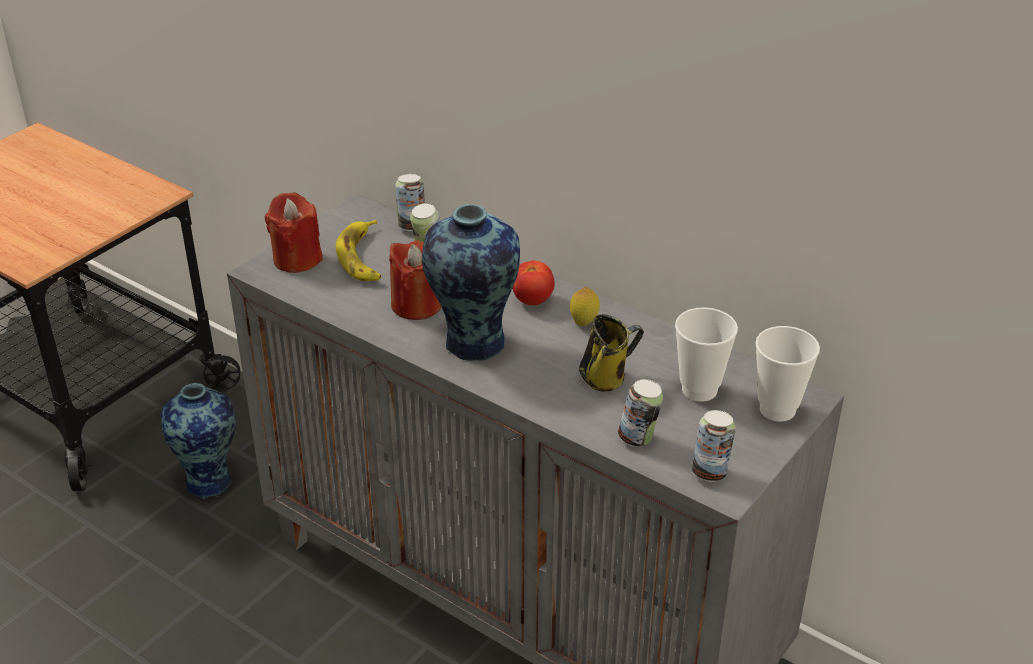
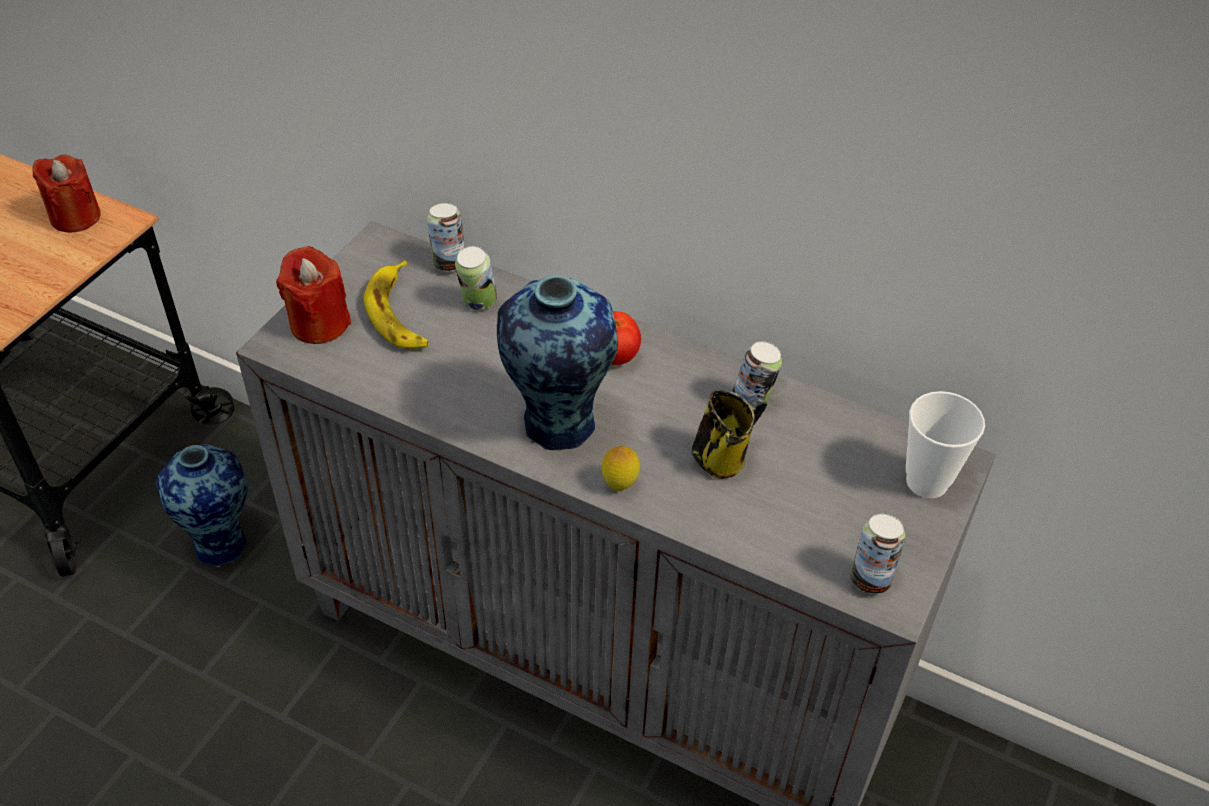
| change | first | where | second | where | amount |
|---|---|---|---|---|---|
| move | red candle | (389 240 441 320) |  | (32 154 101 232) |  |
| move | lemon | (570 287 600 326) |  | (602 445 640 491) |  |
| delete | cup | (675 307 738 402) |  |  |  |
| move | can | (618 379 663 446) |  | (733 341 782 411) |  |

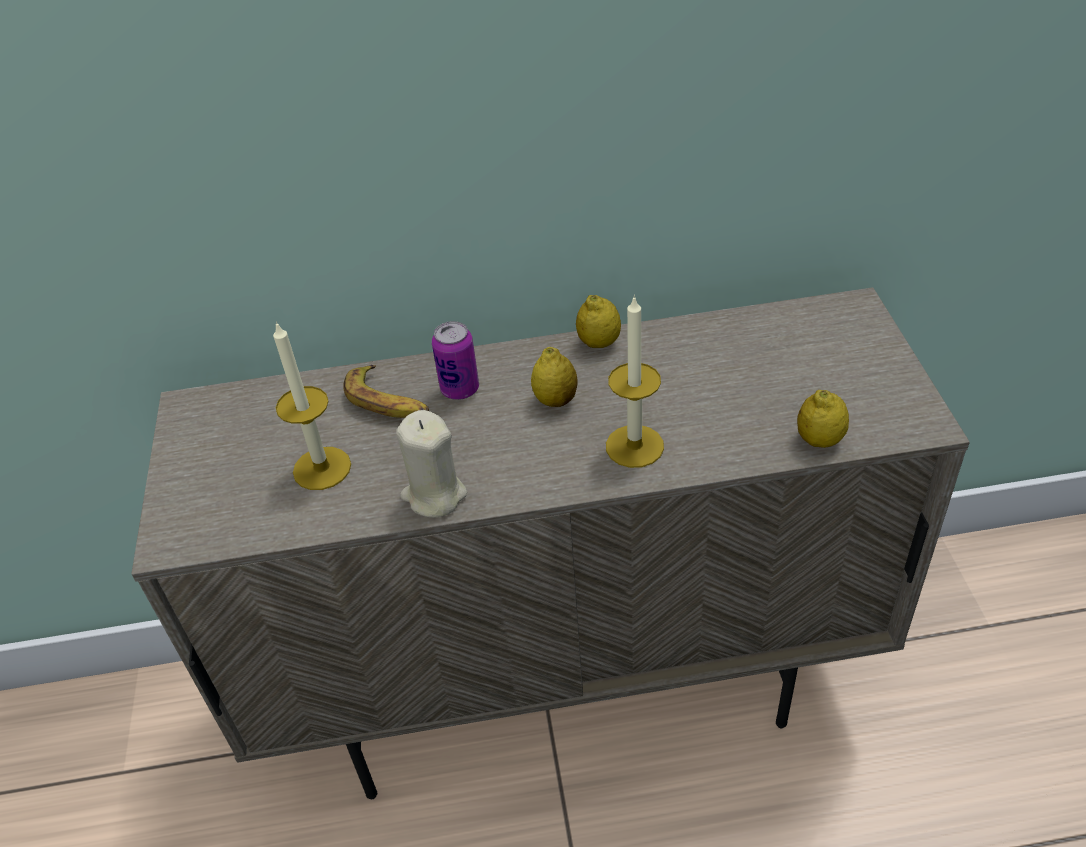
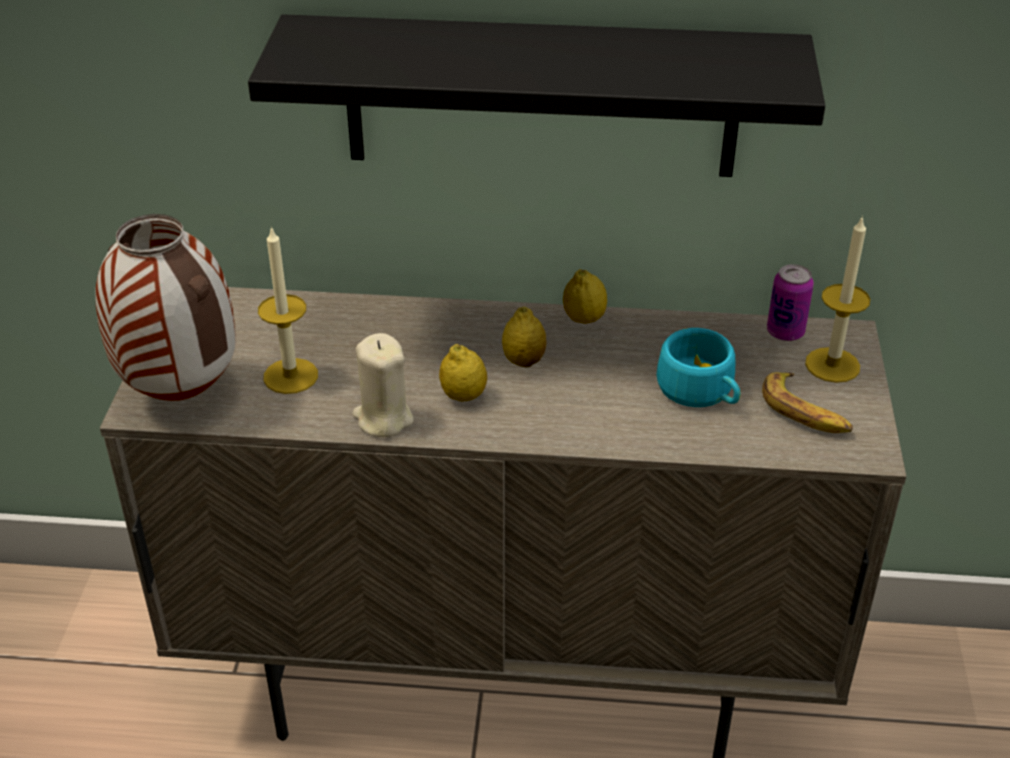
| change | first | where | second | where | amount |
|---|---|---|---|---|---|
| move | candle | (606 295 664 468) |  | (805 215 870 383) |  |
| move | can | (432 321 479 400) |  | (767 264 814 341) |  |
| move | banana | (343 365 429 418) |  | (762 372 853 433) |  |
| move | lemon | (797 390 849 448) |  | (439 344 487 402) |  |
| insert |  |  | black shelf | (248 14 825 177) |  |
| insert |  |  | vase | (95 214 236 401) |  |
| insert |  |  | turquoise cup | (656 328 741 407) |  |

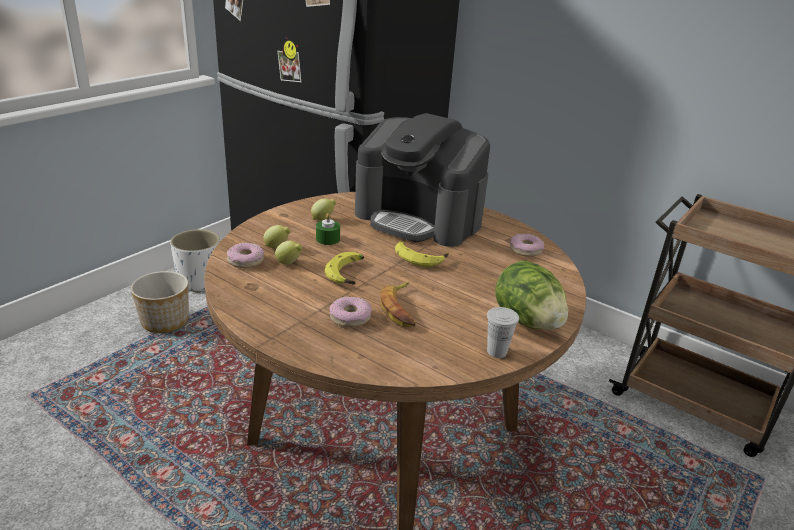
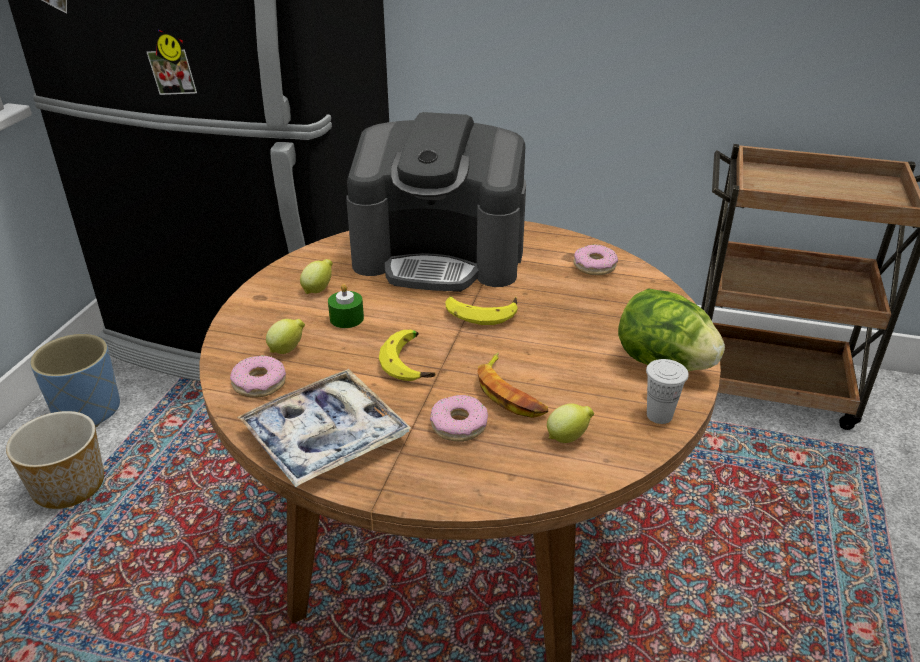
| change | first | where | second | where | amount |
|---|---|---|---|---|---|
| recolor | white planter | (170 229 220 293) | blue planter | (30 334 120 428) |  |
| move | lemon | (275 241 302 265) |  | (547 404 594 443) |  |
| insert |  |  | tray | (238 369 411 487) |  |

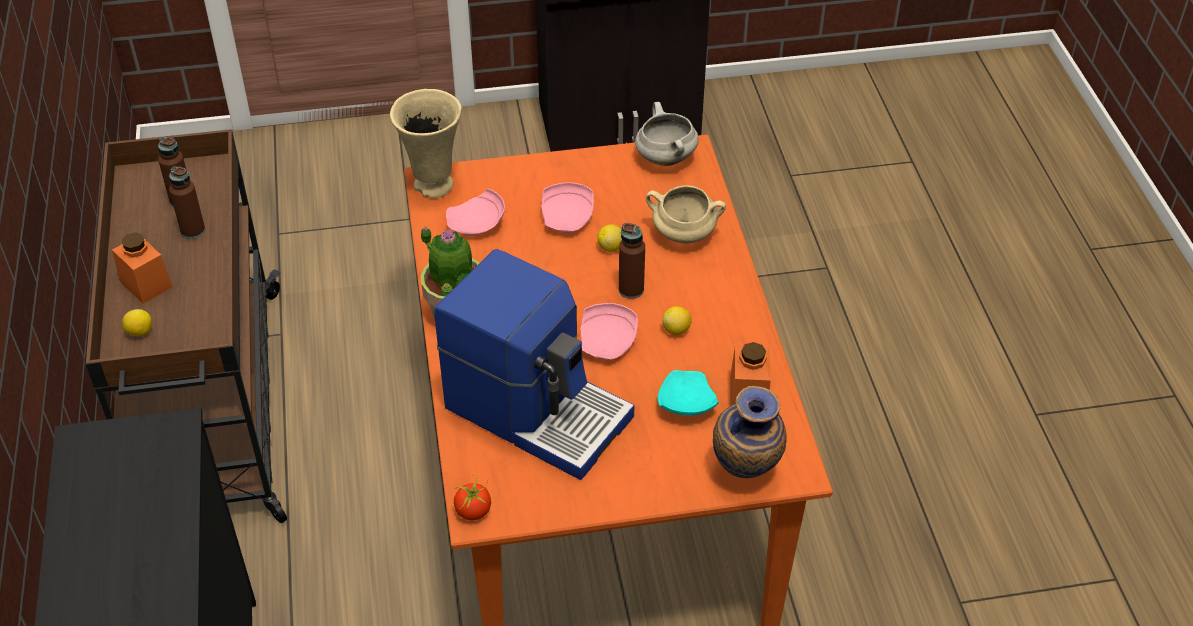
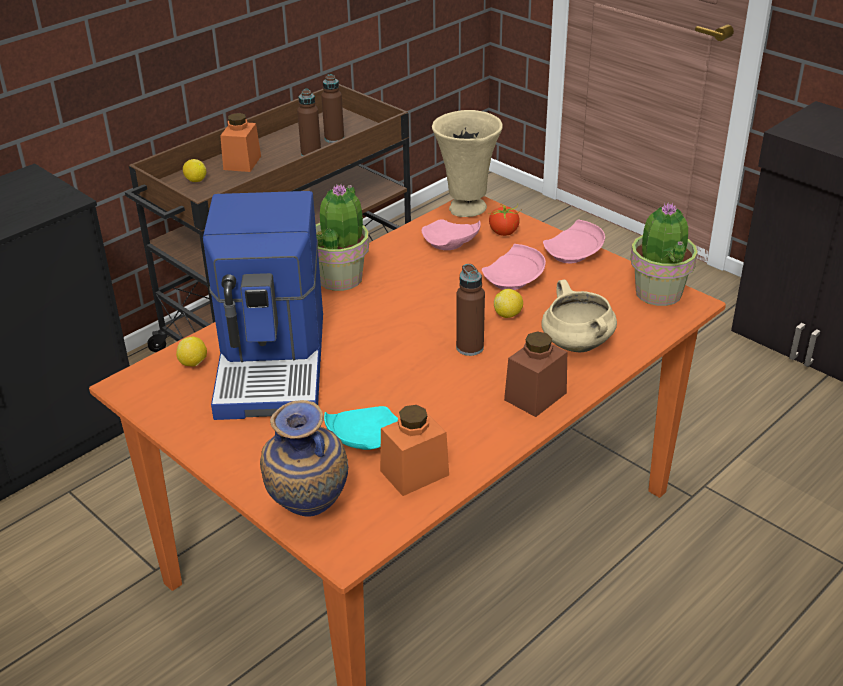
| change | first | where | second | where | amount |
|---|---|---|---|---|---|
| replace | white cooking pot | (635 102 699 166) | potted plant | (630 202 698 306) |  |
| move | pink plate | (580 303 638 359) |  | (543 219 605 264) |  |
| move | lemon | (662 306 691 335) |  | (176 337 207 367) |  |
| move | tomato | (454 475 491 520) |  | (489 203 522 236) |  |
| insert |  |  | brown jar | (504 331 567 417) |  |

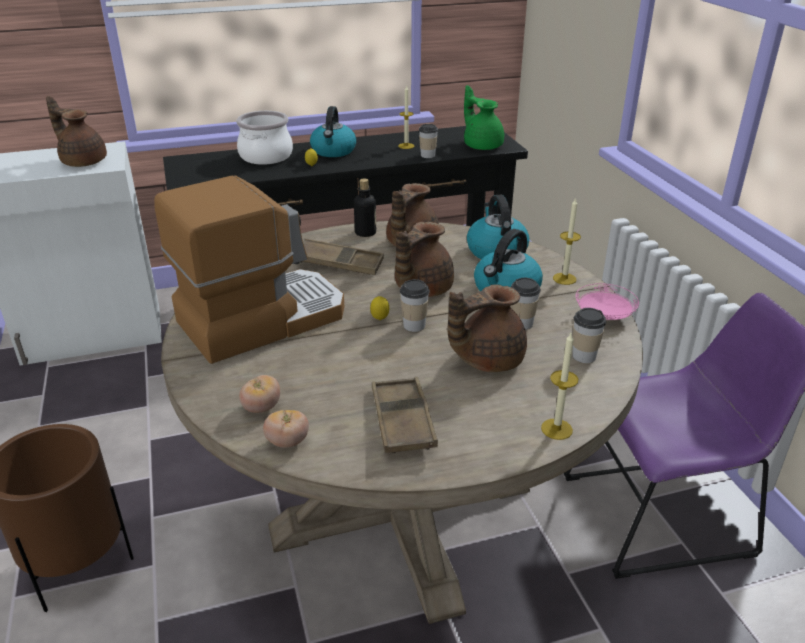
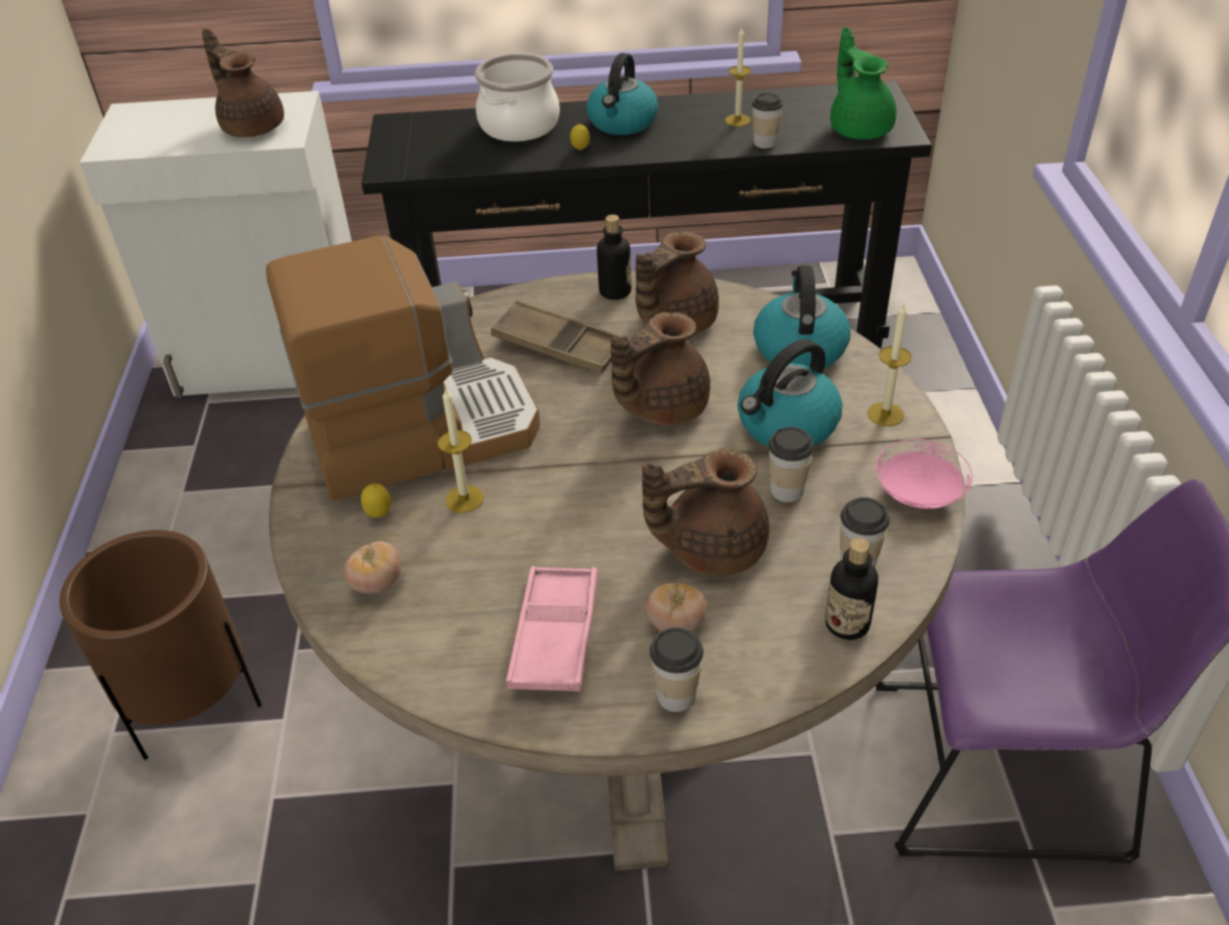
| change | first | where | second | where | amount |
|---|---|---|---|---|---|
| move | cup | (400 279 430 332) |  | (650 627 703 712) |  |
| move | lemon | (370 296 389 320) |  | (361 483 391 518) |  |
| move | candle | (541 333 578 440) |  | (438 388 484 513) |  |
| recolor | brown tray | (372 377 438 454) | pink tray | (506 566 598 691) |  |
| move | tomato | (263 409 309 448) |  | (645 583 707 632) |  |
| insert |  |  | bottle | (825 538 878 640) |  |

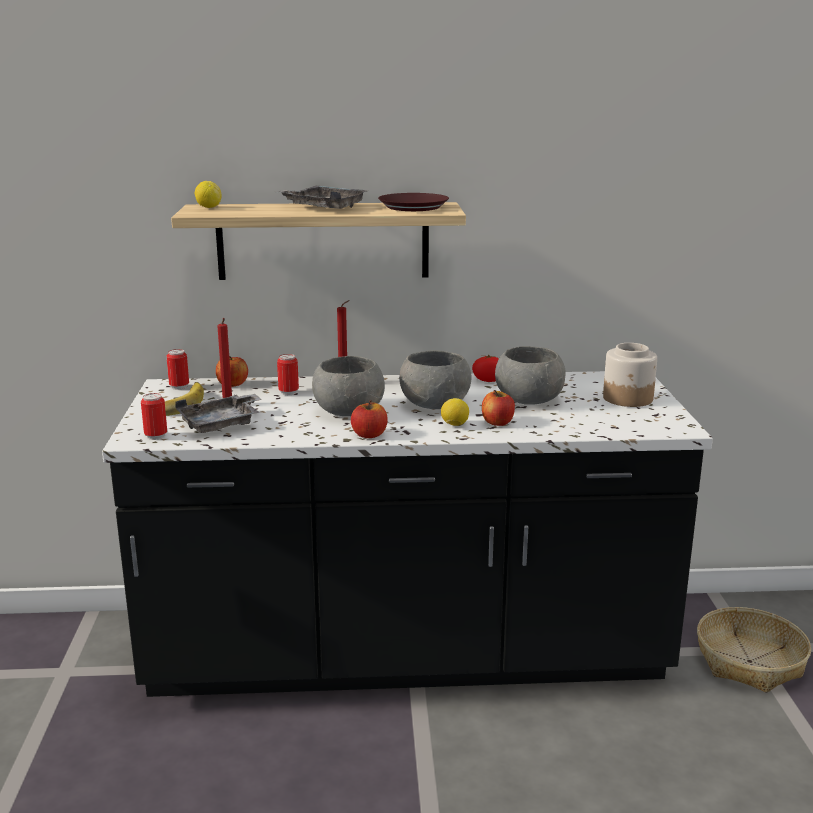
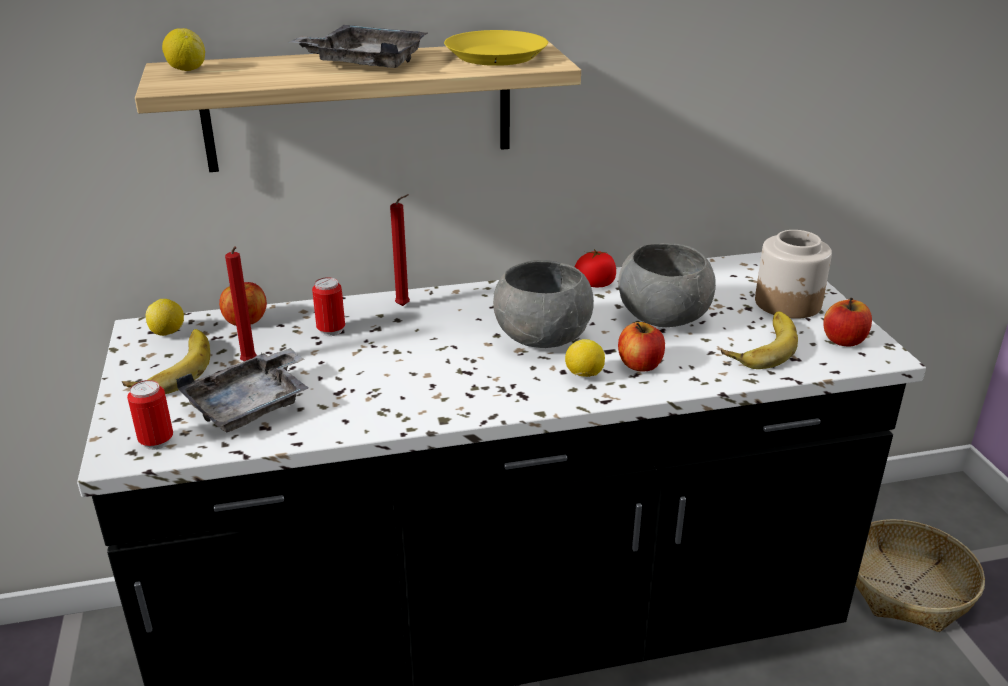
| change | first | where | second | where | amount |
|---|---|---|---|---|---|
| recolor | brown plate | (378 193 449 211) | yellow plate | (444 30 548 66) |  |
| replace | can | (167 349 189 390) | lemon | (146 299 184 336) |  |
| delete | grey bowl | (312 356 385 416) |  |  |  |
| move | apple | (351 400 388 438) |  | (823 298 872 347) |  |
| insert |  |  | banana | (721 311 798 369) |  |

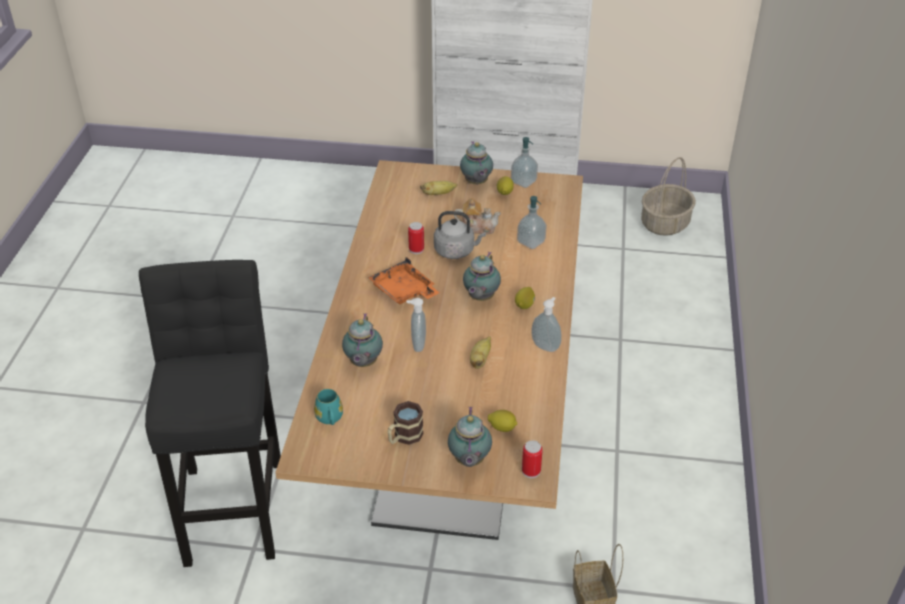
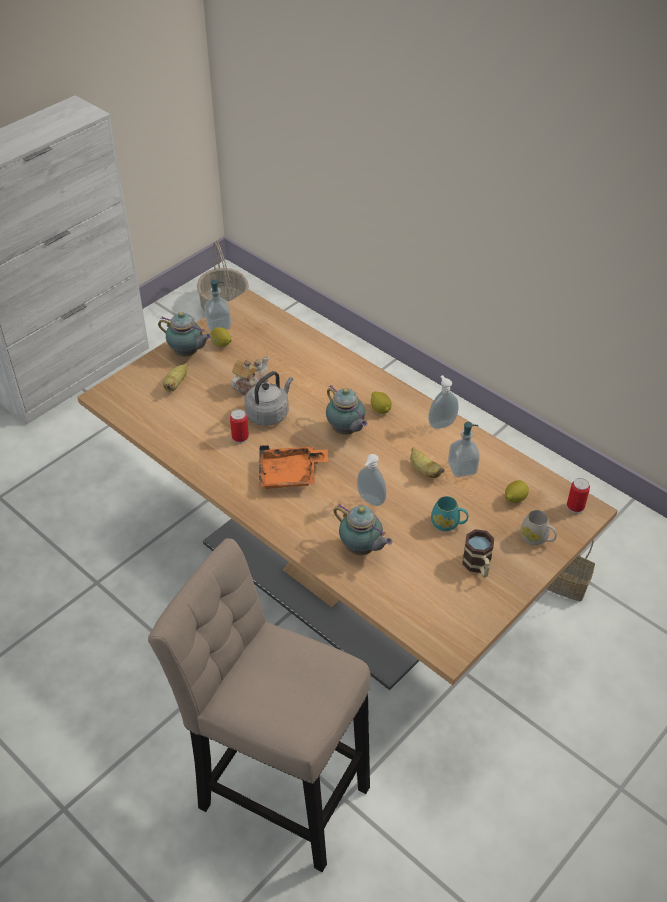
| change | first | where | second | where | amount |
|---|---|---|---|---|---|
| move | soap dispenser | (517 196 547 249) |  | (448 422 480 477) |  |
| recolor | black stool | (139 260 281 567) | beige stool | (148 538 370 872) |  |
| move | turquoise mug | (314 389 343 425) |  | (431 496 469 531) |  |
| replace | teapot | (448 406 492 467) | white mug | (520 510 557 545) |  |

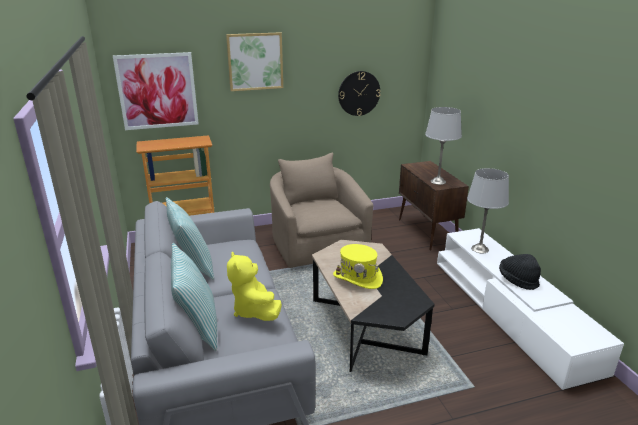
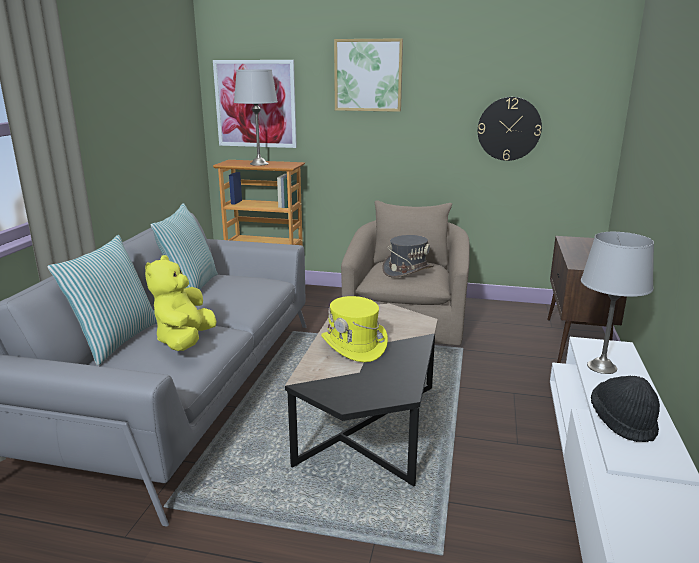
| change | first | where | second | where | amount |
|---|---|---|---|---|---|
| move | grey table lamp | (425 107 462 185) |  | (234 69 278 166) |  |
| insert |  |  | grey hat | (382 235 434 278) |  |

